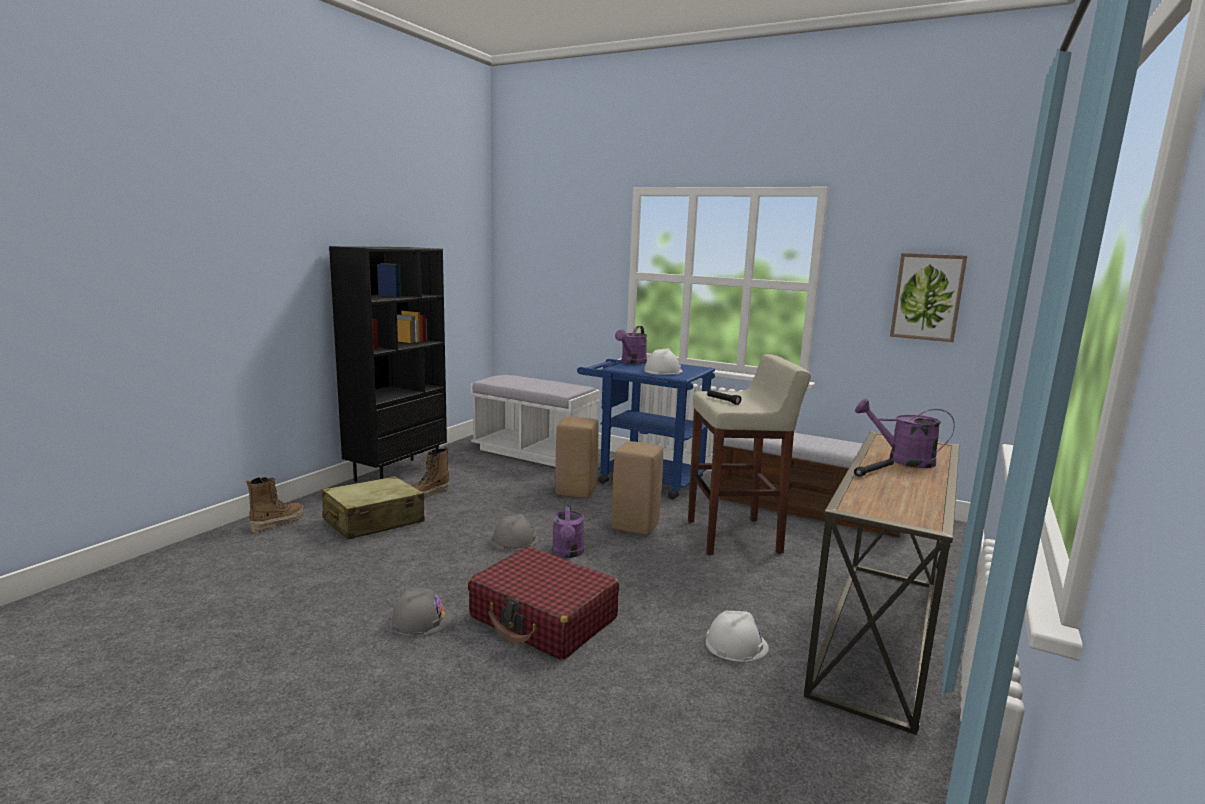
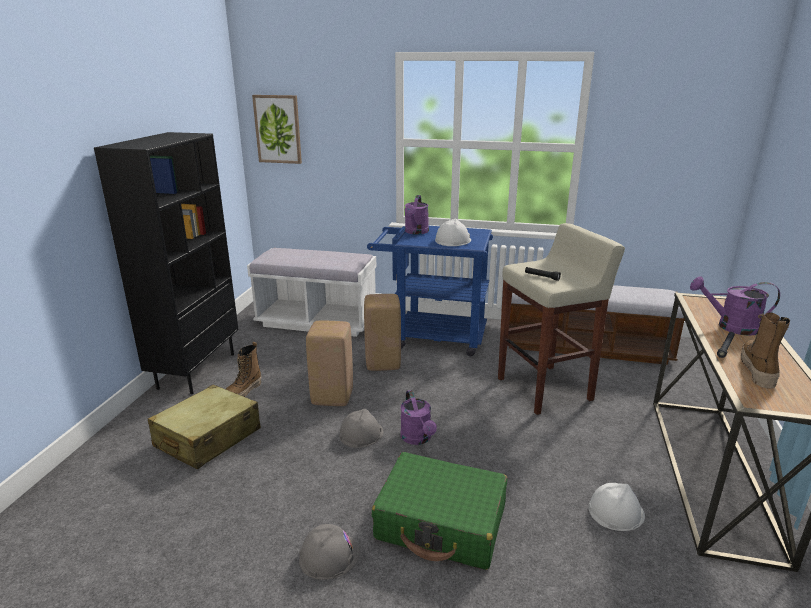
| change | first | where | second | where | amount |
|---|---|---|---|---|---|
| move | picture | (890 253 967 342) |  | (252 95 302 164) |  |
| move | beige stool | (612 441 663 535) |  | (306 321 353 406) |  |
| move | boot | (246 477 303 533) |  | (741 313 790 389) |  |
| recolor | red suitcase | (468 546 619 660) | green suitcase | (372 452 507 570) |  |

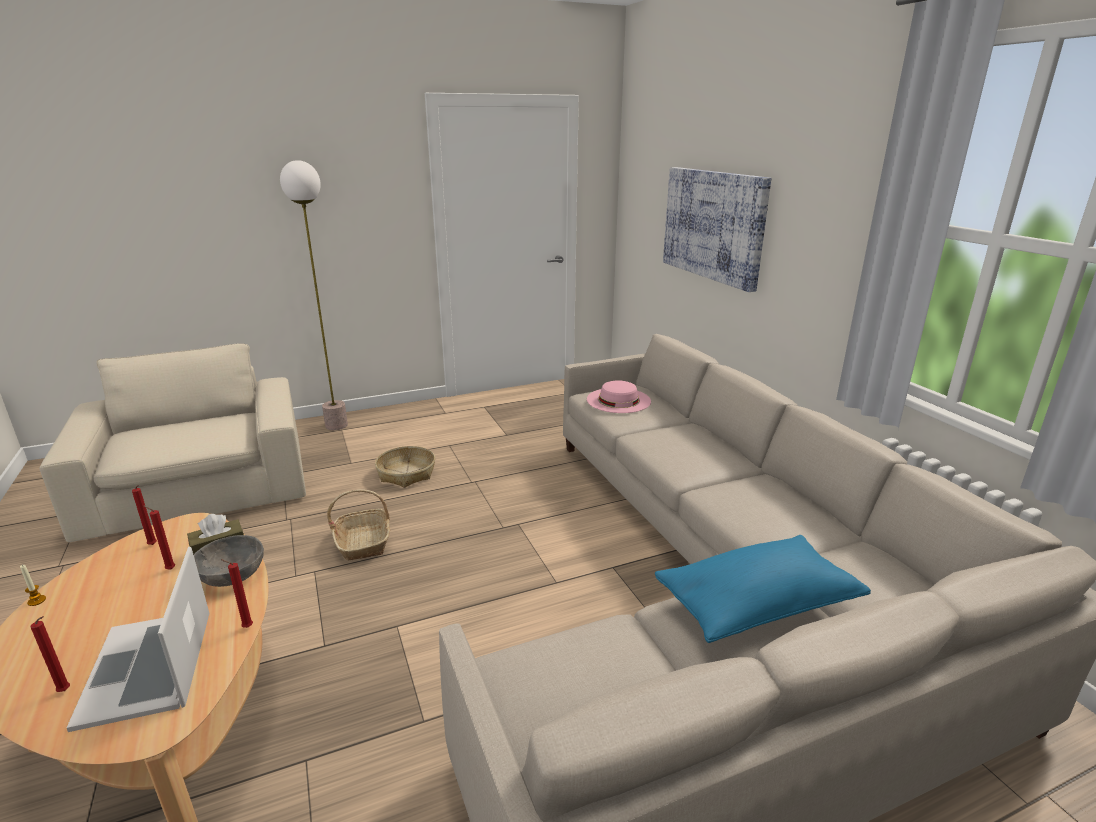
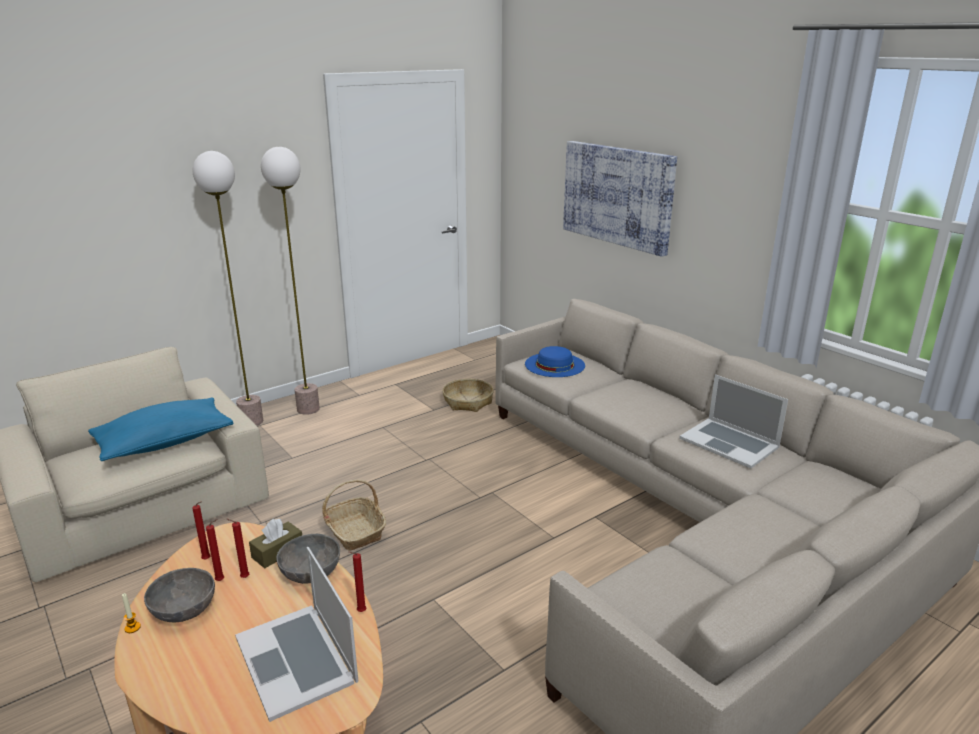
| change | first | where | second | where | amount |
|---|---|---|---|---|---|
| recolor | pink hat | (587 380 651 413) | blue hat | (525 346 585 377) |  |
| move | basket | (375 446 435 488) |  | (442 379 494 412) |  |
| move | blue pillow | (655 535 871 643) |  | (88 398 233 461) |  |
| move | red candle | (30 616 70 692) |  | (206 519 224 581) |  |
| insert |  |  | floor lamp | (261 147 320 415) |  |
| insert |  |  | laptop | (679 374 788 469) |  |
| insert |  |  | grey bowl | (144 568 215 623) |  |

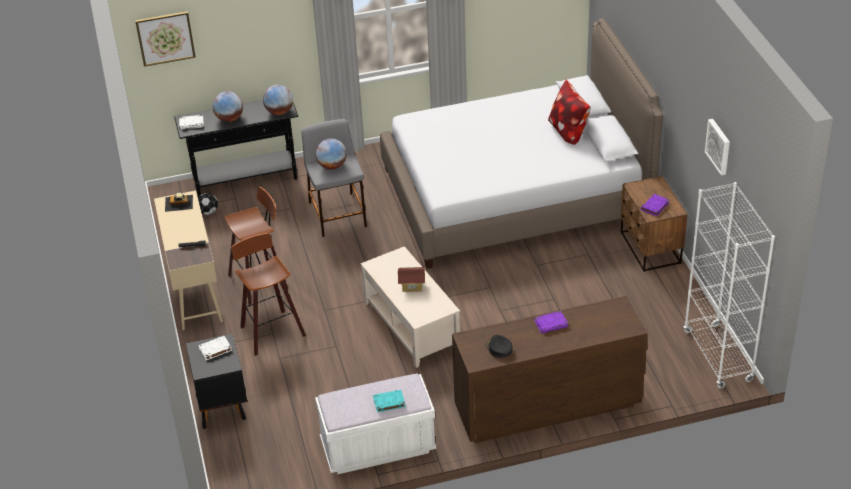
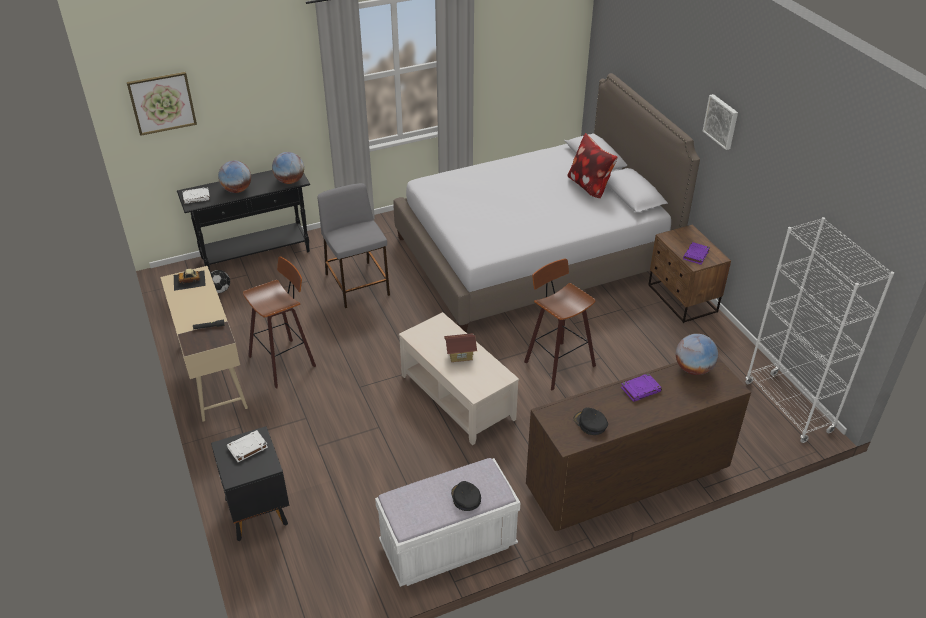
| change | first | where | second | where | amount |
|---|---|---|---|---|---|
| move | picture | (705 119 730 175) |  | (703 94 738 150) |  |
| move | globe | (315 138 347 170) |  | (676 334 718 375) |  |
| move | stool | (231 233 306 356) |  | (524 258 596 390) |  |
| replace | turquoise book | (373 390 406 412) | black cap | (451 481 481 511) |  |

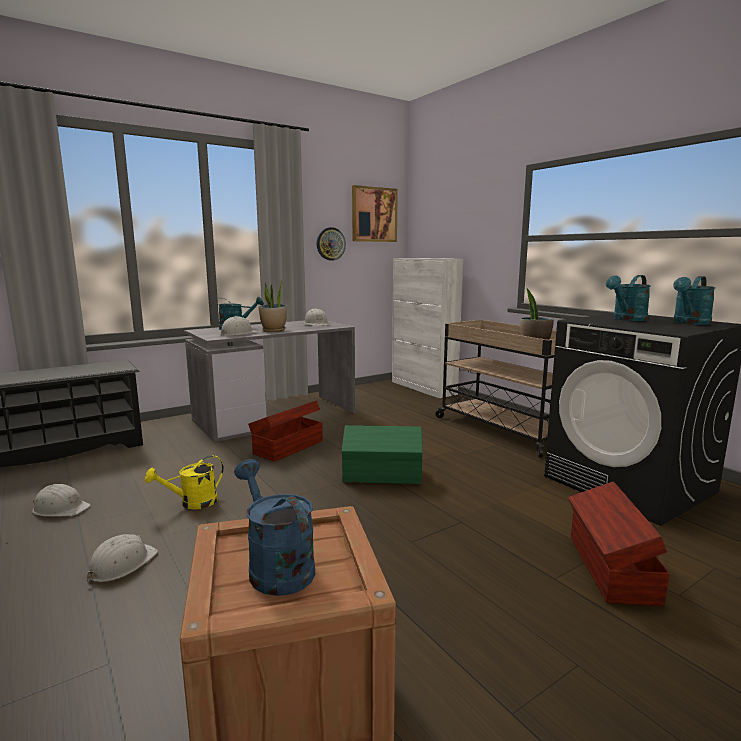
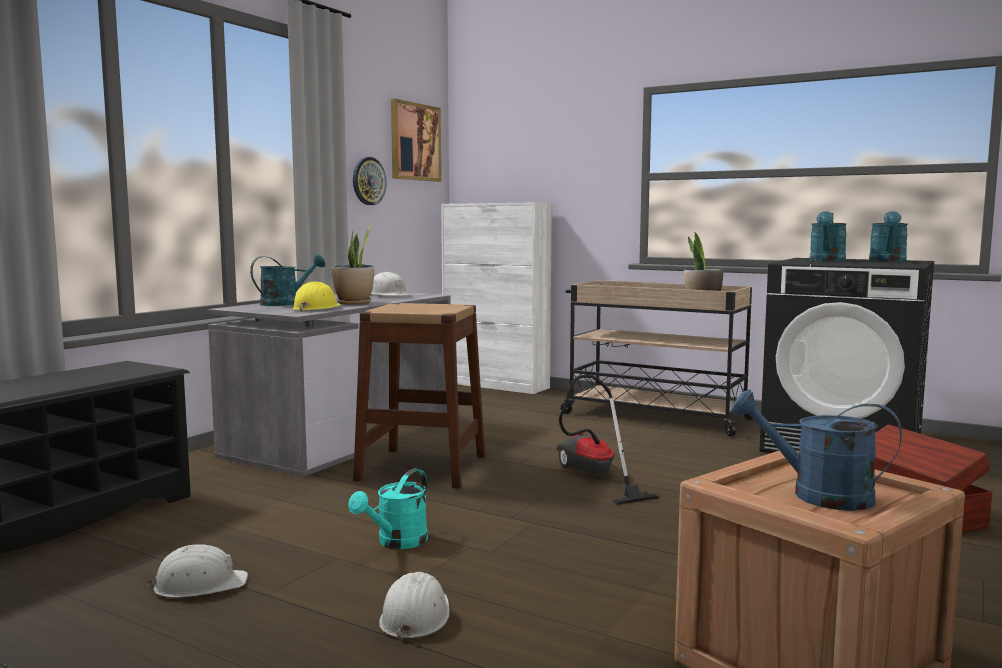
| change | first | where | second | where | amount |
|---|---|---|---|---|---|
| recolor | white hard hat | (220 316 258 336) | yellow hard hat | (292 281 340 312) |  |
| replace | brown storage box | (248 400 323 462) | brown stool | (353 303 485 489) |  |
| replace | green storage box | (342 425 423 484) | vacuum cleaner | (556 374 659 505) |  |
| recolor | yellow watering can | (145 455 224 510) | turquoise watering can | (348 468 428 549) |  |

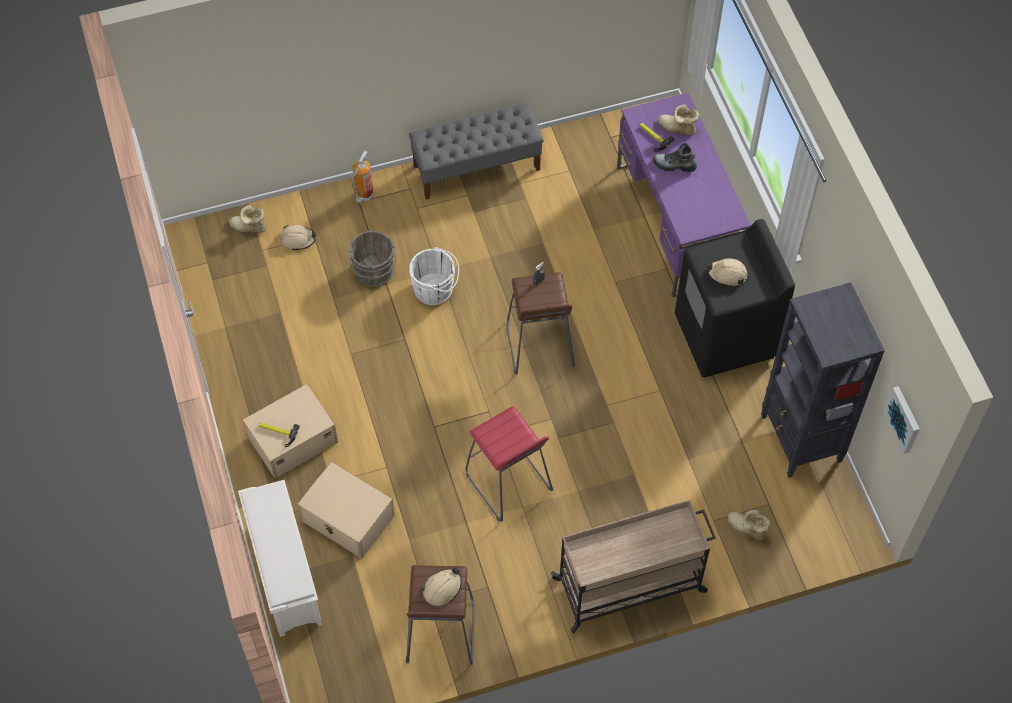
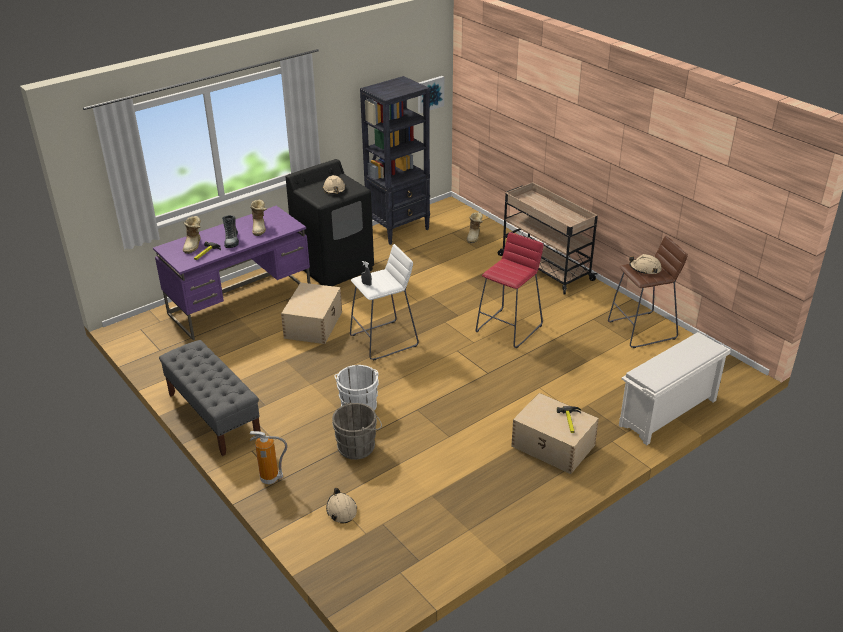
| change | first | where | second | where | amount |
|---|---|---|---|---|---|
| move | boot | (229 205 267 233) |  | (250 199 267 236) |  |
| recolor | brown stool | (507 272 575 375) | white stool | (350 244 419 361) |  |
| move | beige storage box | (298 461 395 559) |  | (281 282 342 344) |  |

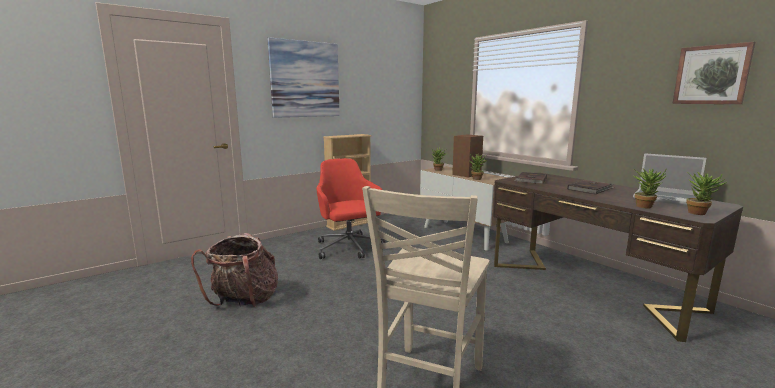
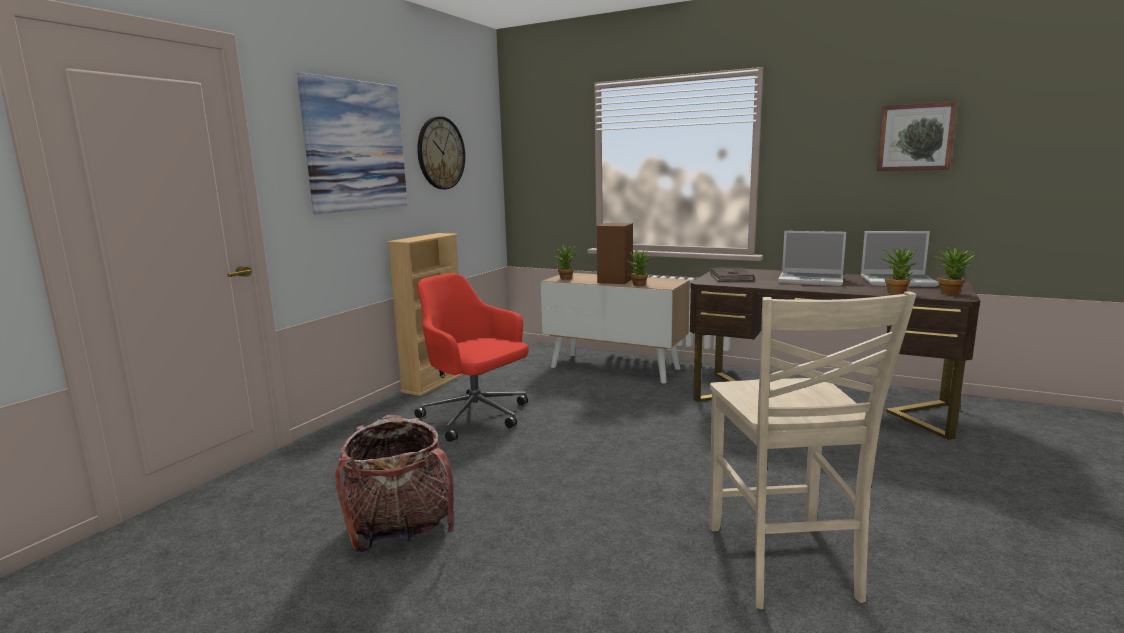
| change | first | where | second | where | amount |
|---|---|---|---|---|---|
| replace | brown book | (567 180 614 194) | laptop | (778 231 846 286) |  |
| insert |  |  | wall clock | (417 116 465 189) |  |

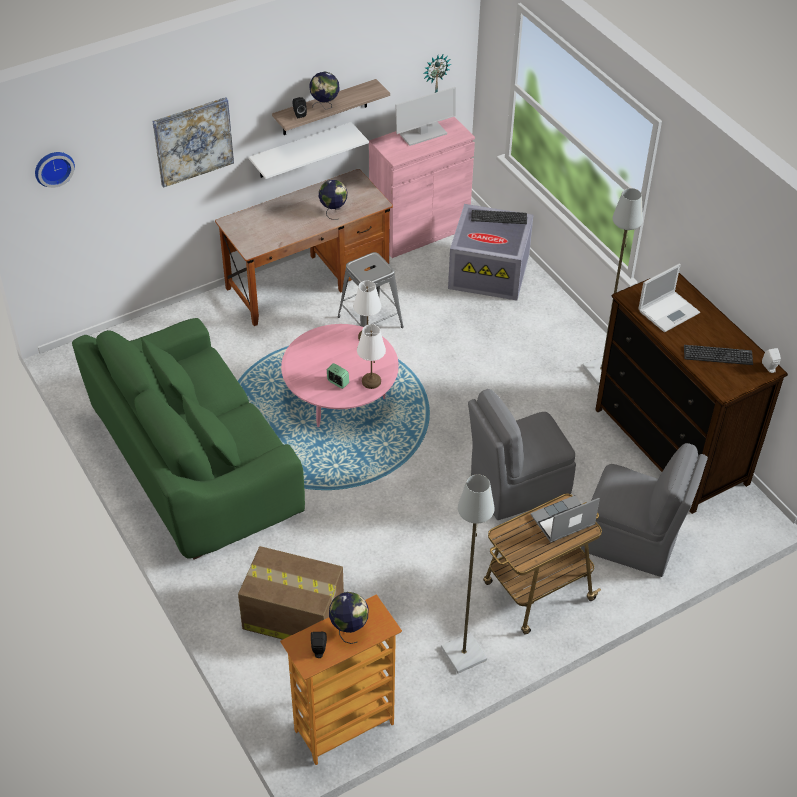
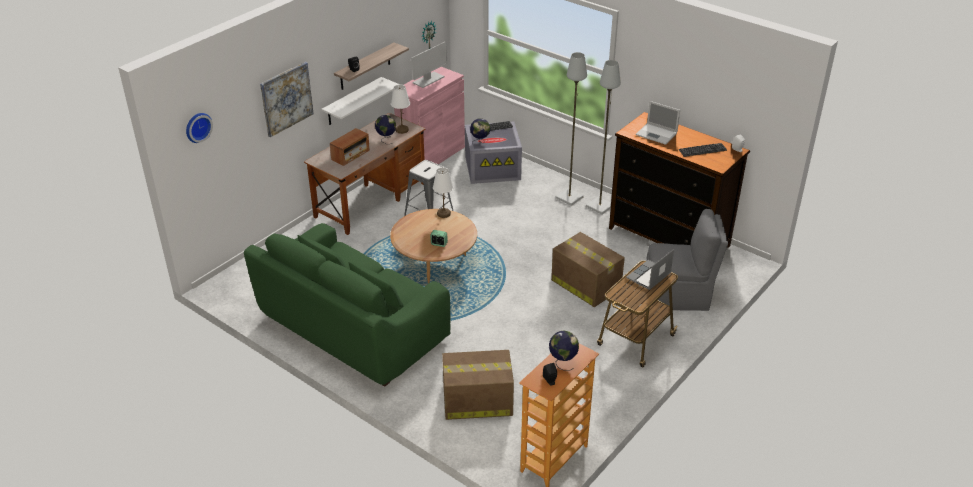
| change | first | where | second | where | amount |
|---|---|---|---|---|---|
| move | globe | (309 72 339 110) |  | (470 119 490 144) |  |
| rotate | laptop | (638 264 700 332) |  | (636 101 680 145) | 90 degrees clockwise |
| recolor | pink coffee table | (281 324 399 428) | brown coffee table | (390 209 477 284) |  |
| move | white table lamp | (357 324 386 389) |  | (391 85 410 134) |  |
| replace | grey chair | (468 389 576 520) | cardboard box | (551 232 625 307) |  |
| move | grey floor lamp | (441 474 494 674) |  | (556 52 587 206) |  |
| insert |  |  | radio | (330 128 370 166) |  |

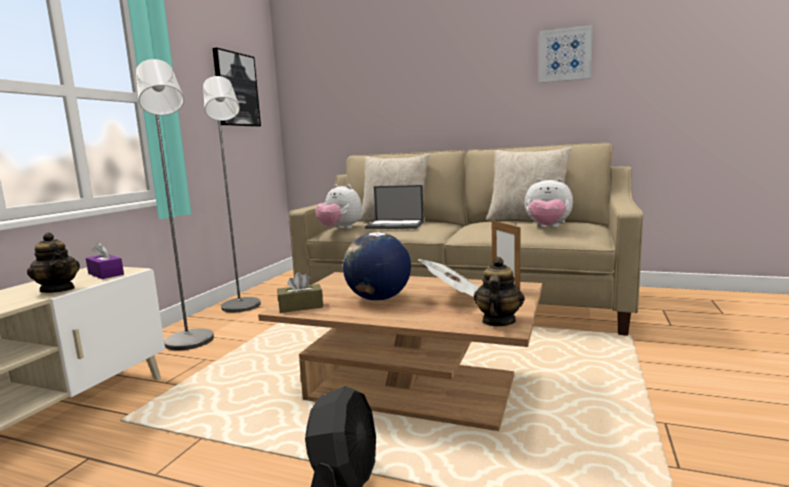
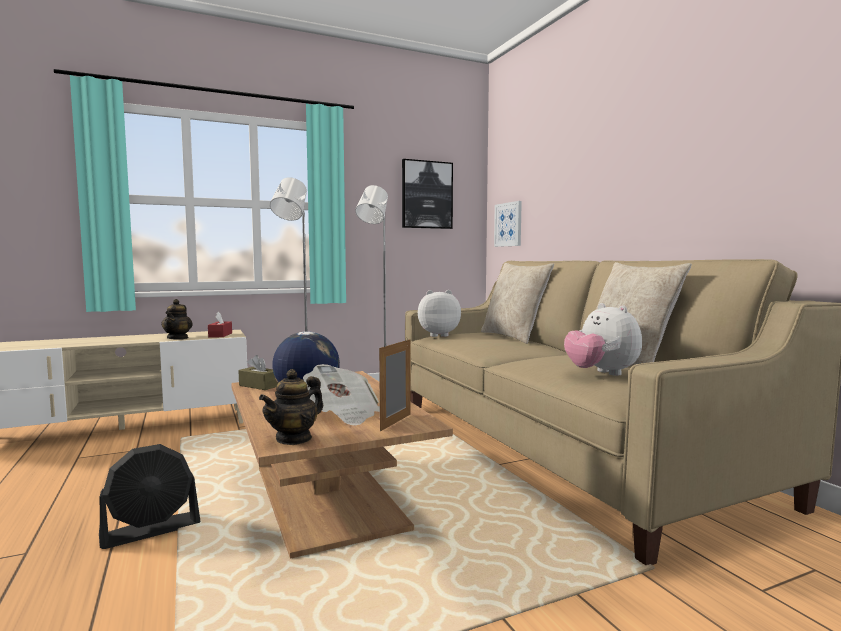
| change | first | where | second | where | amount |
|---|---|---|---|---|---|
| move | picture | (539 25 593 83) |  | (494 201 522 247) |  |
| rotate | plush toy | (315 184 362 229) |  | (418 290 461 337) | 90 degrees clockwise |
| delete | laptop | (365 185 424 229) |  |  |  |
| recolor | purple tissue box | (86 242 124 279) | red tissue box | (208 311 232 337) |  |
| rotate | teapot | (474 257 525 326) |  | (259 369 323 445) | 150 degrees clockwise |

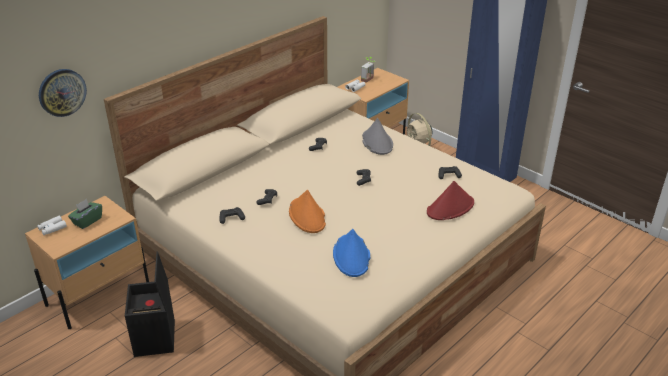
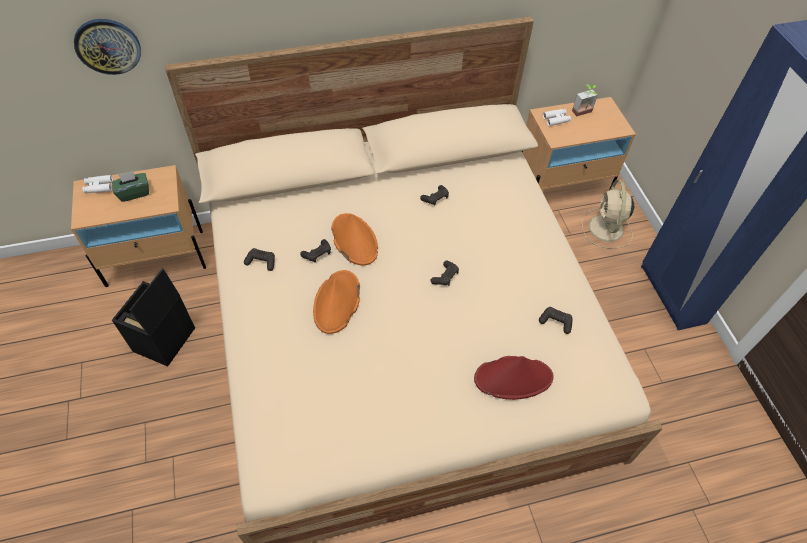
| change | first | where | second | where | amount |
|---|---|---|---|---|---|
| delete | grey hat | (362 118 393 155) |  |  |  |
| delete | blue hat | (333 229 370 277) |  |  |  |
| insert |  |  | orange hat | (331 213 378 266) |  |

